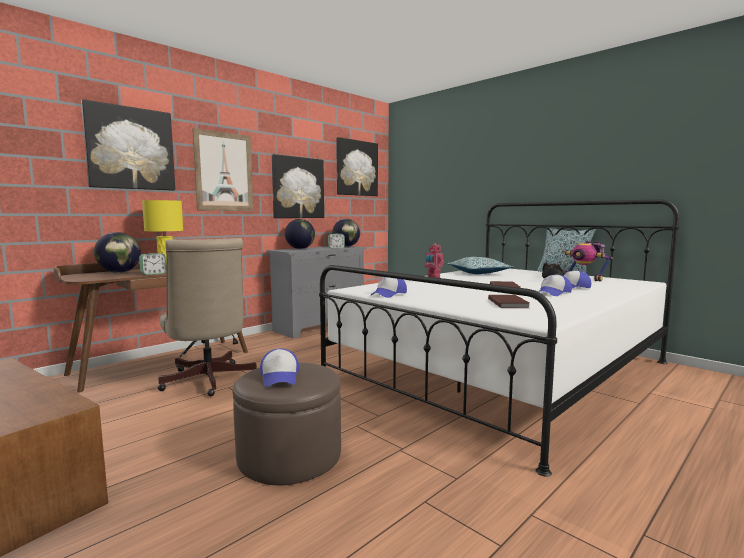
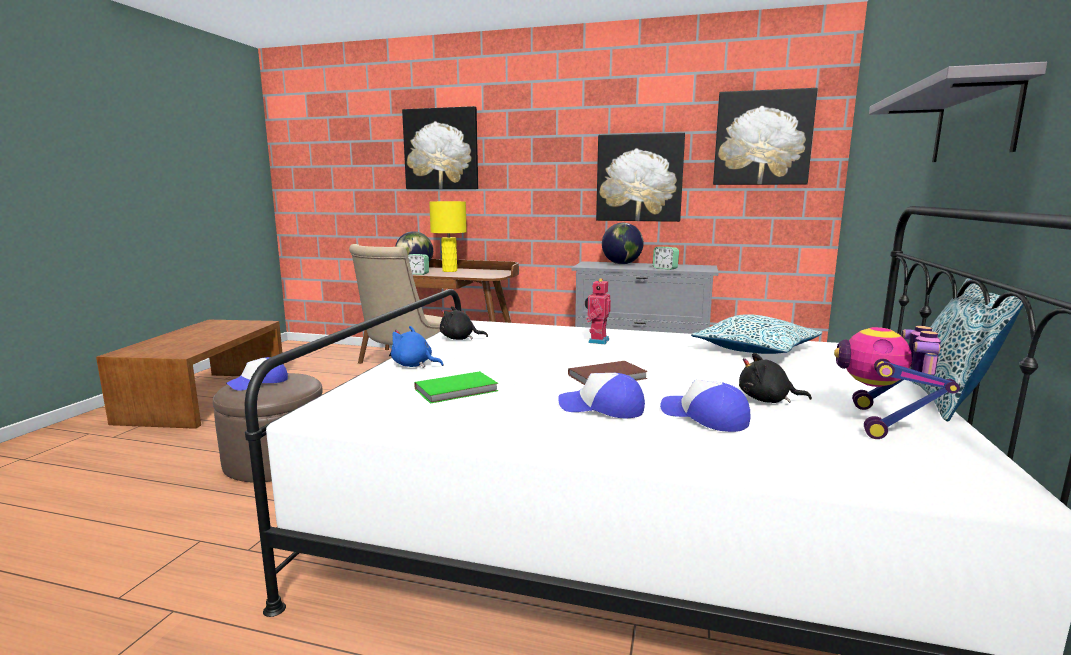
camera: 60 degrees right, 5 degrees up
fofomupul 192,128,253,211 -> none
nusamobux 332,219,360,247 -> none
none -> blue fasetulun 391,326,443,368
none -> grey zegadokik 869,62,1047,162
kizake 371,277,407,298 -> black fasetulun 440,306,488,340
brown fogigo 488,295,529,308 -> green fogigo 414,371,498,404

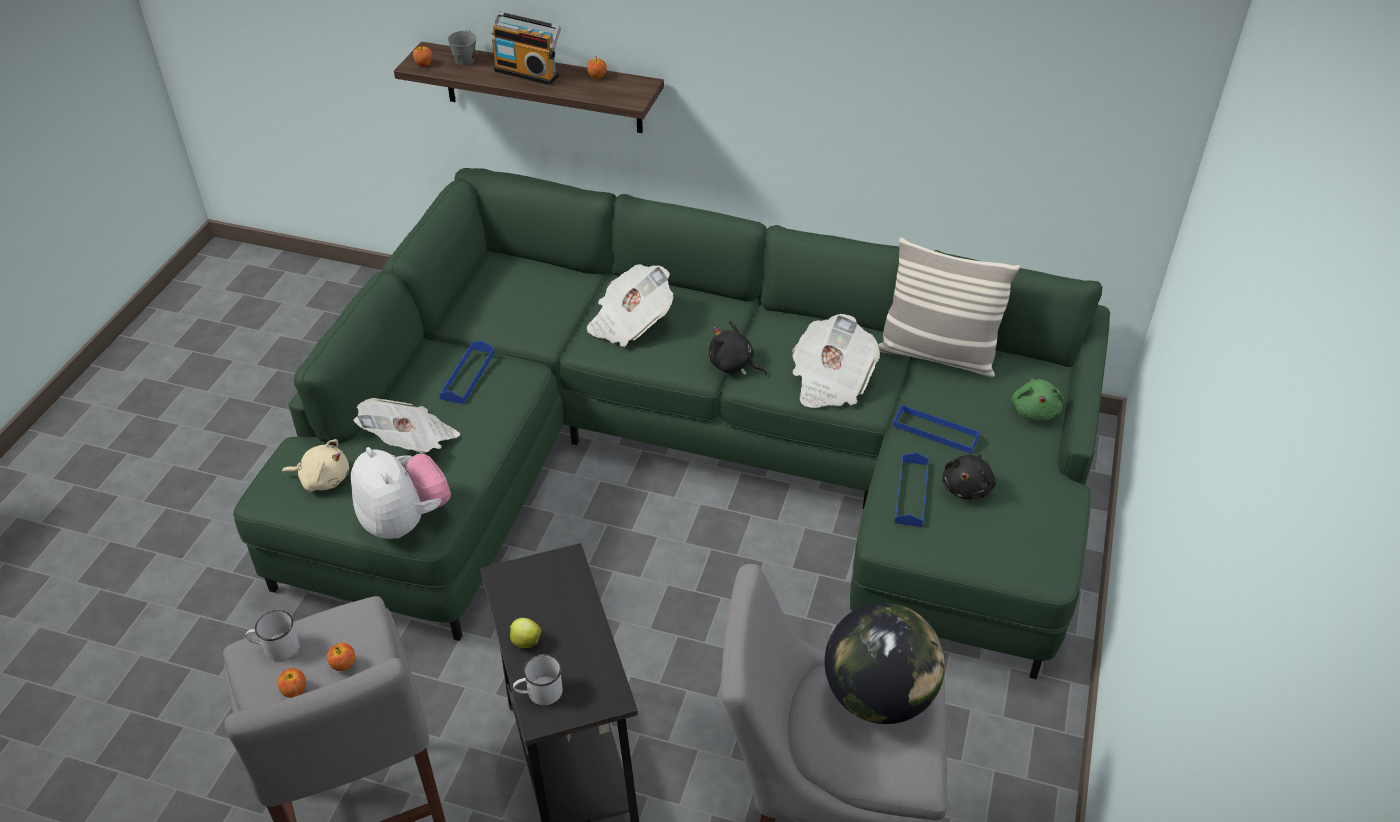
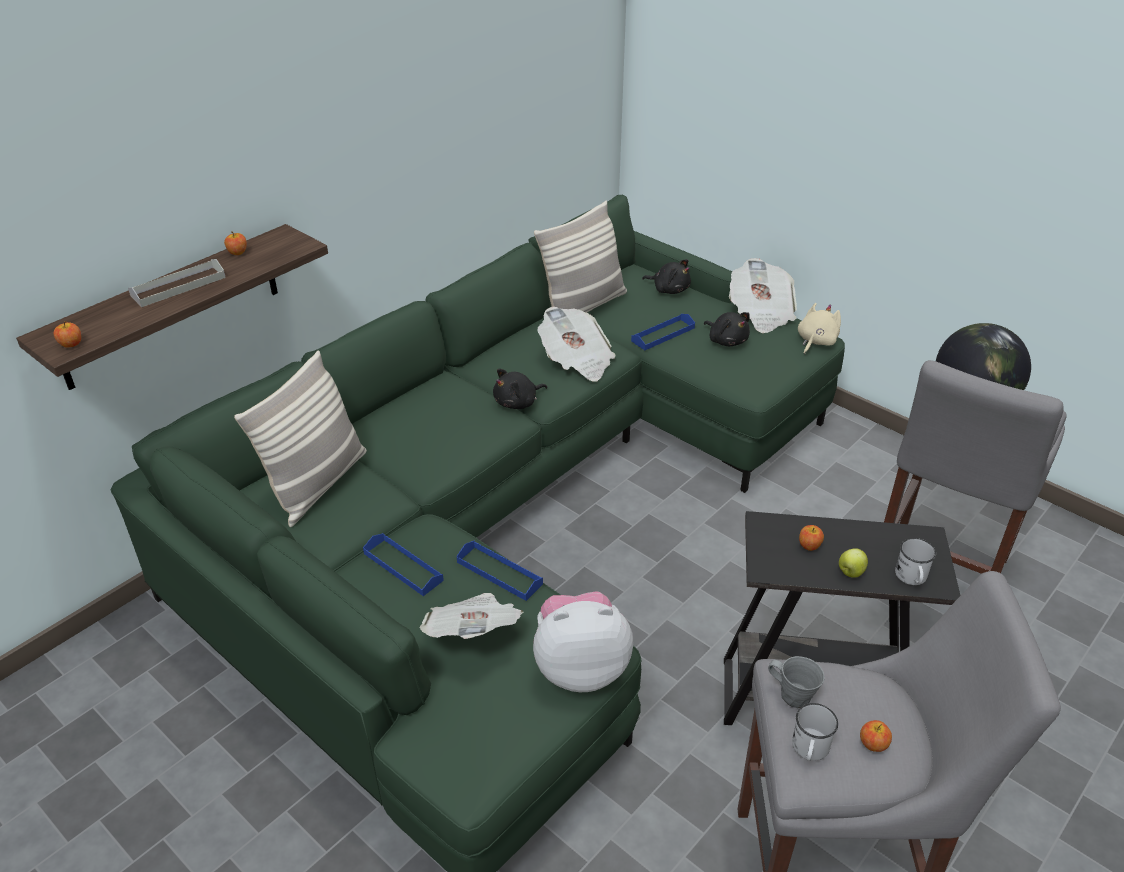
camera: 65 degrees left, 5 degrees down
none -> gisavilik 234,350,367,527
beige fasetulun 282,439,349,492 -> beige fasetulun 798,303,841,354, move
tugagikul 327,643,355,671 -> tugagikul 799,525,824,551, move
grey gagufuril 448,30,476,66 -> grey gagufuril 768,656,825,708, move
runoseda 587,264,673,347 -> runoseda 729,258,797,333, move
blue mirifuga 895,452,929,527 -> blue mirifuga 457,541,543,601, move
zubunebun 491,12,561,85 -> grey mirifuga 128,259,226,307
green fasetulun 1012,378,1063,421 -> black fasetulun 642,259,691,294

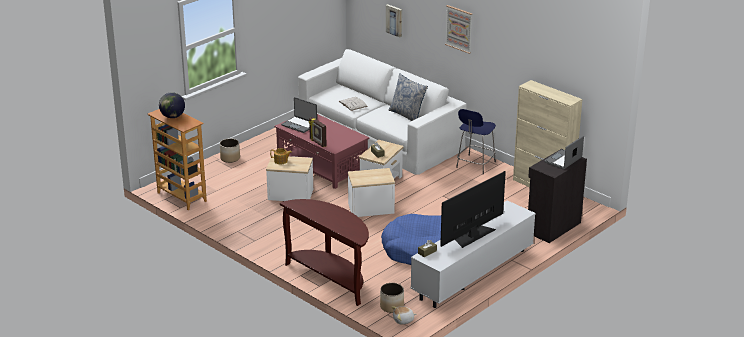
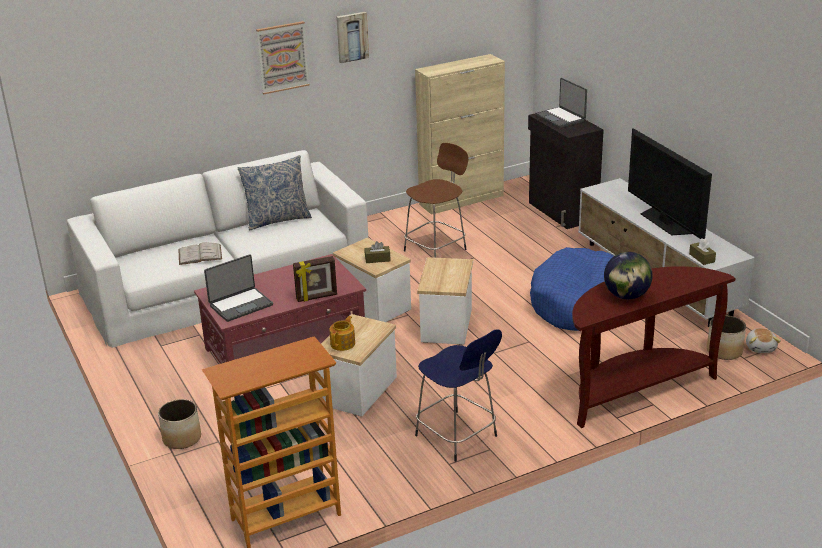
camera: 70 degrees left, 0 degrees up
none -> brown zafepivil 404,143,469,258
nusamobux 159,92,185,118 -> nusamobux 604,252,653,299, move
fofomupul 386,4,402,37 -> fofomupul 336,12,369,63, move
blue zafepivil 456,109,496,175 -> blue zafepivil 415,330,502,462, move

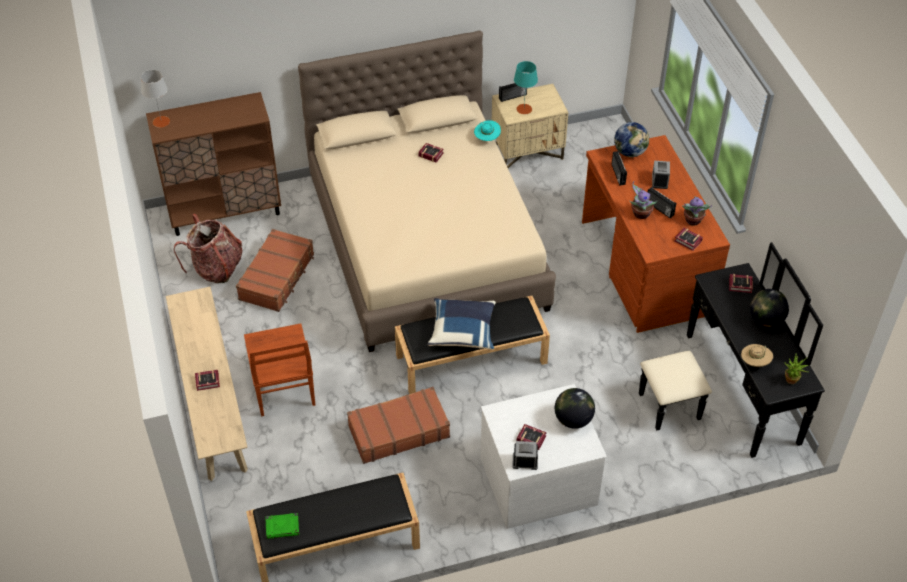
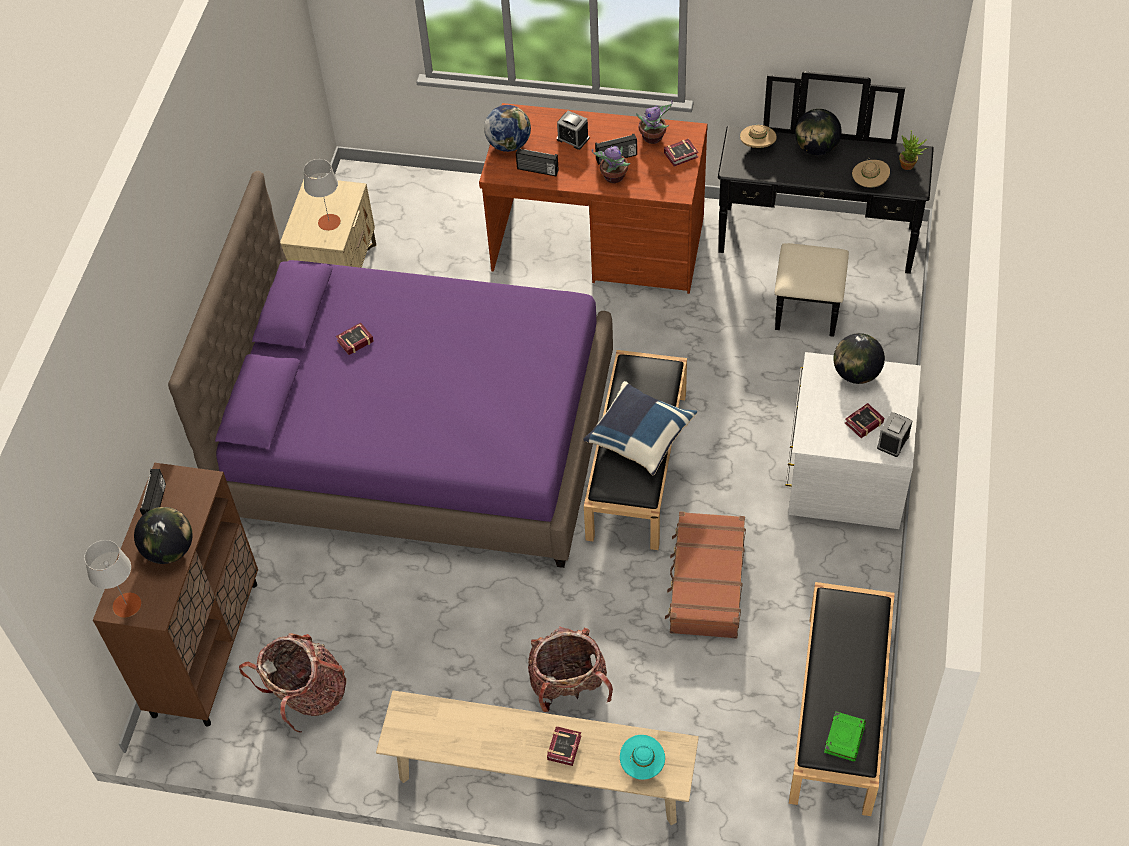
camera: 60 degrees left, 5 degrees up
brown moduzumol 236,229,314,312 -> none
none -> nusamobux 134,507,193,564
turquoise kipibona 474,120,501,141 -> turquoise kipibona 620,735,665,780, move
zubunebun 499,83,527,102 -> zubunebun 140,469,166,516, move
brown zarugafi 244,323,315,416 -> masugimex 528,627,613,712
fogigo 729,274,753,293 -> beige kipibona 740,125,777,149
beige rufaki 298,31,556,352 -> purple rufaki 168,171,613,568
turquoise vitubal 514,61,538,115 -> grey vitubal 304,159,341,231

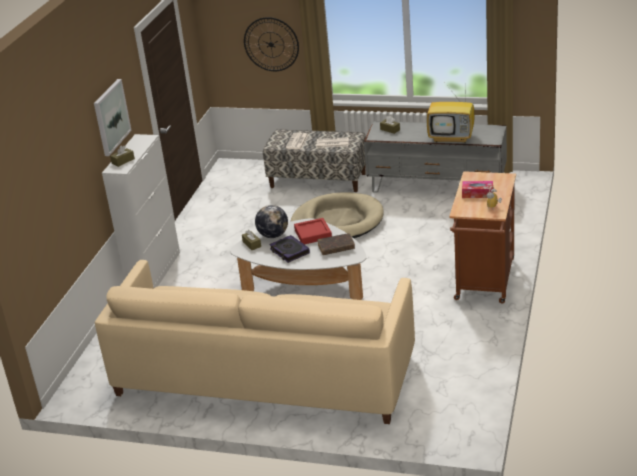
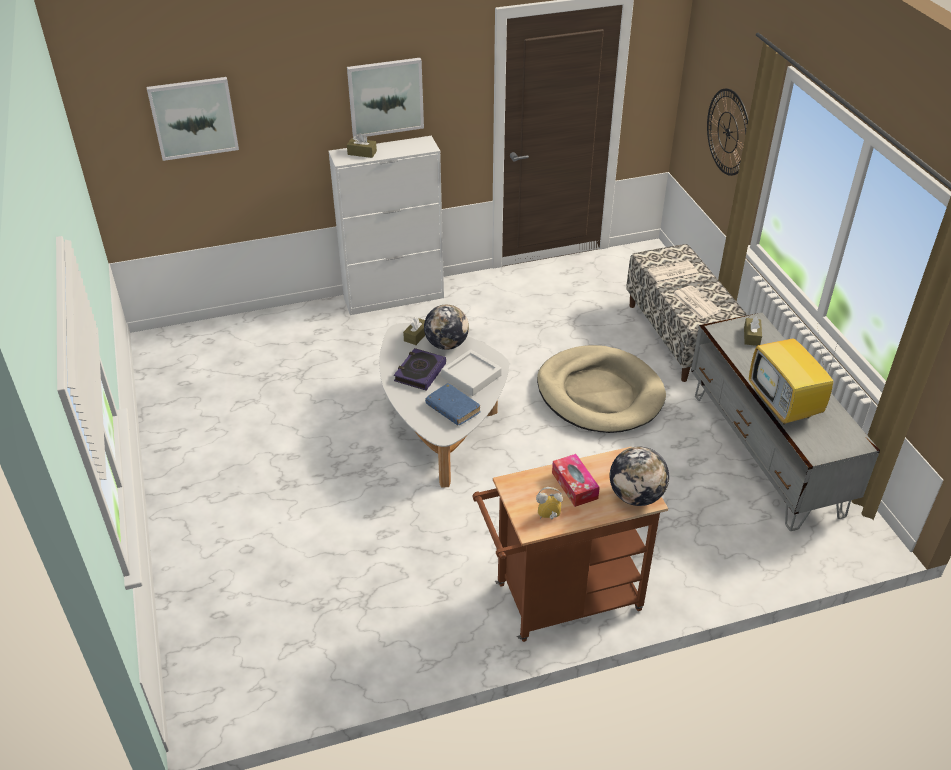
camera: 55 degrees right, 10 degrees up
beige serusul 95,260,415,424 -> none
none -> fofomupul 147,77,239,161
none -> nusamobux 610,447,669,506
red mirifuga 294,218,332,245 -> grey mirifuga 441,349,502,396
brown fogigo 317,233,355,255 -> blue fogigo 425,383,481,426

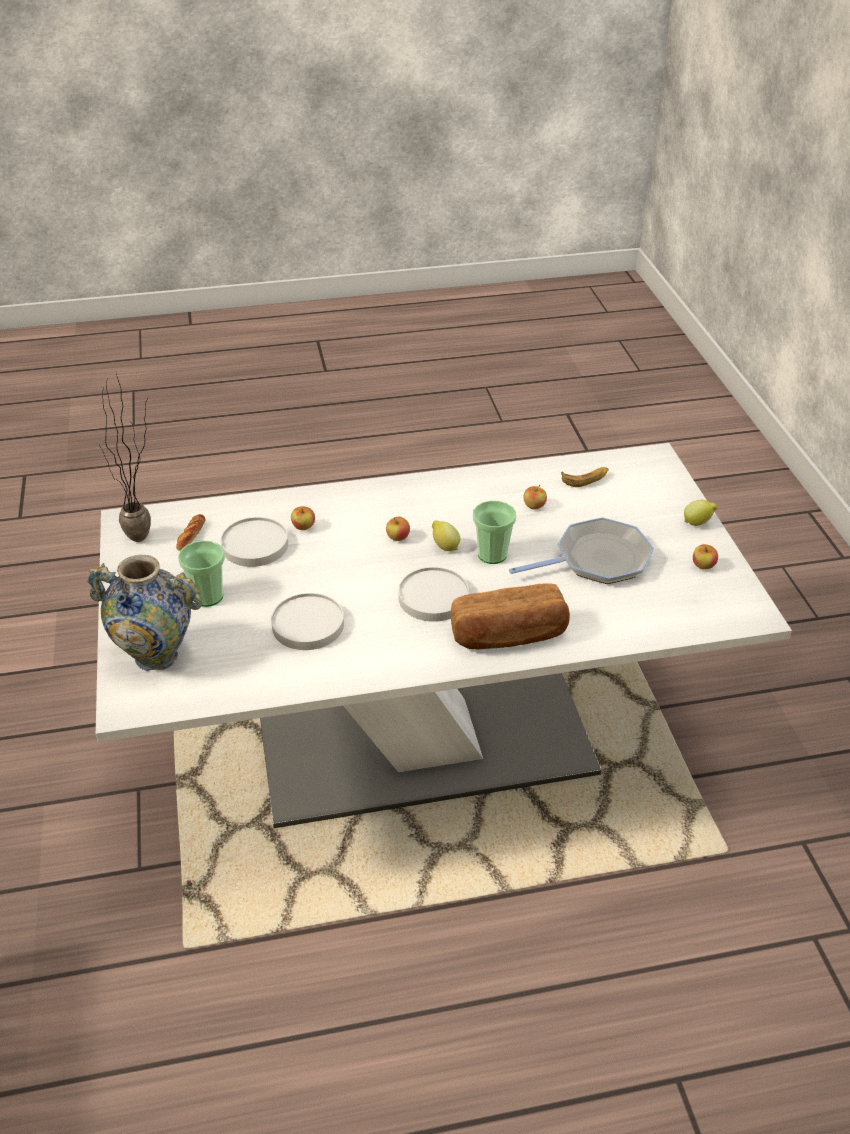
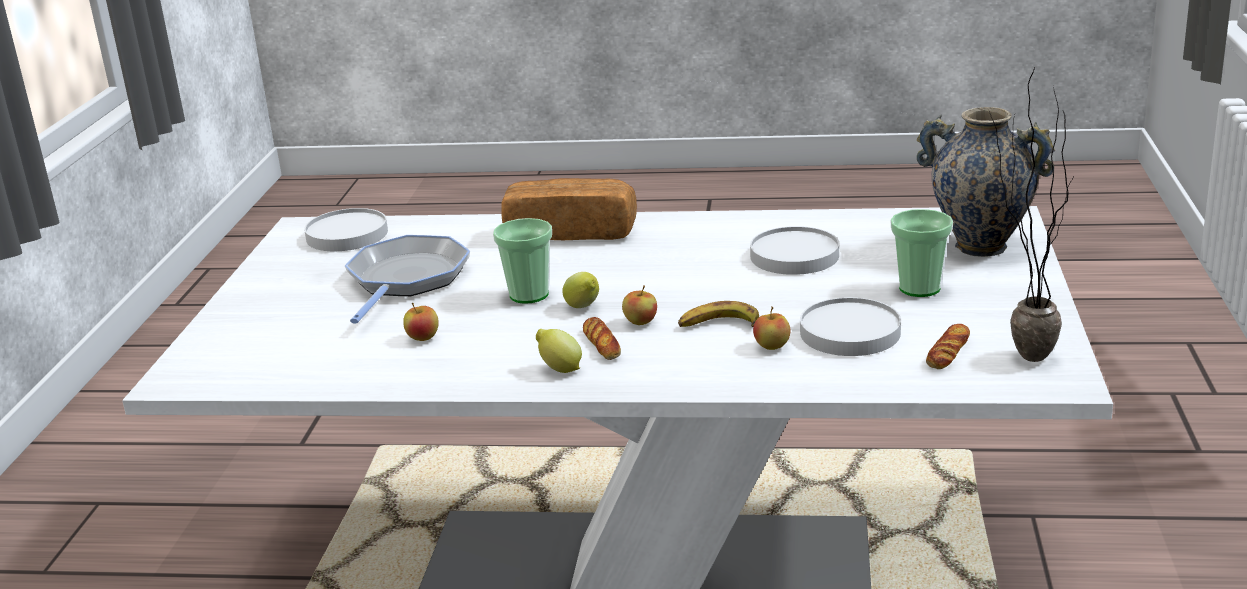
camera: 160 degrees left, 15 degrees down
tugagikul 693,544,718,570 -> none
none -> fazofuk 583,317,621,360
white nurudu 398,567,469,622 -> white nurudu 304,208,388,251, move
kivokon 561,467,609,487 -> kivokon 678,301,759,327, move
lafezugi 684,500,717,526 -> lafezugi 536,329,582,373, move
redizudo 509,517,654,584 -> redizudo 345,235,470,324, 105 degrees clockwise

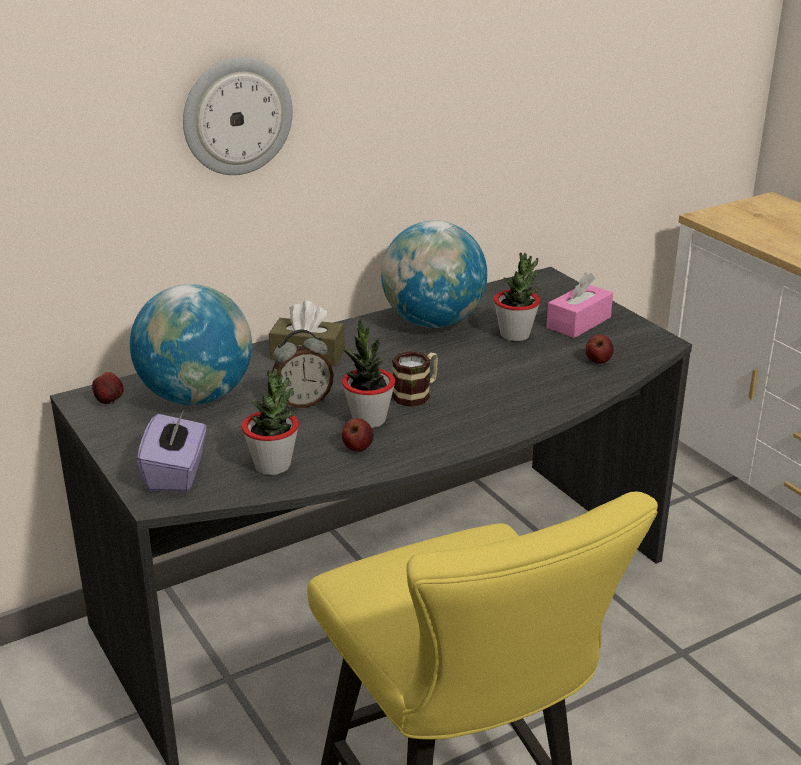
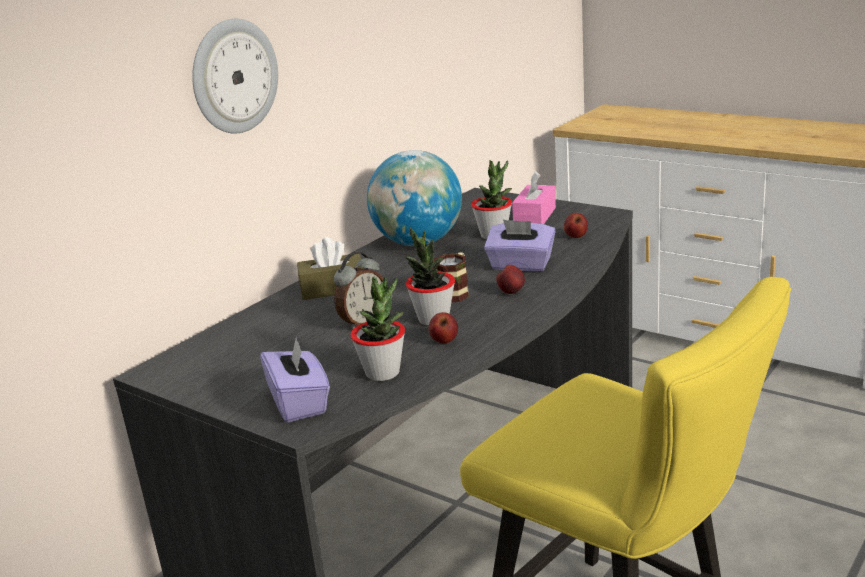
camera: 20 degrees left, 5 degrees down
nusamobux 130,284,252,405 -> none
none -> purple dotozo 484,220,556,271
tugagikul 92,372,124,404 -> tugagikul 496,265,525,294, move

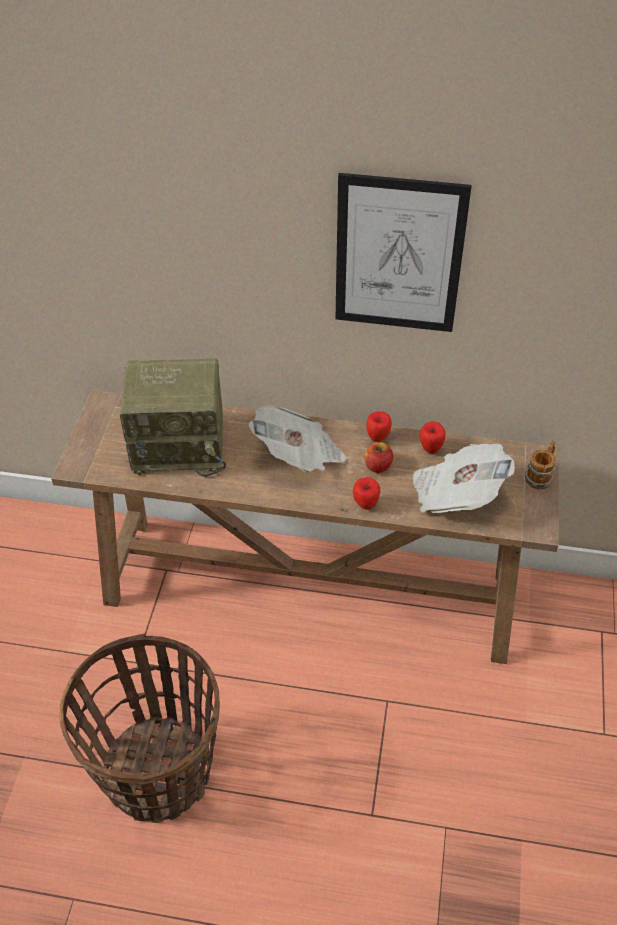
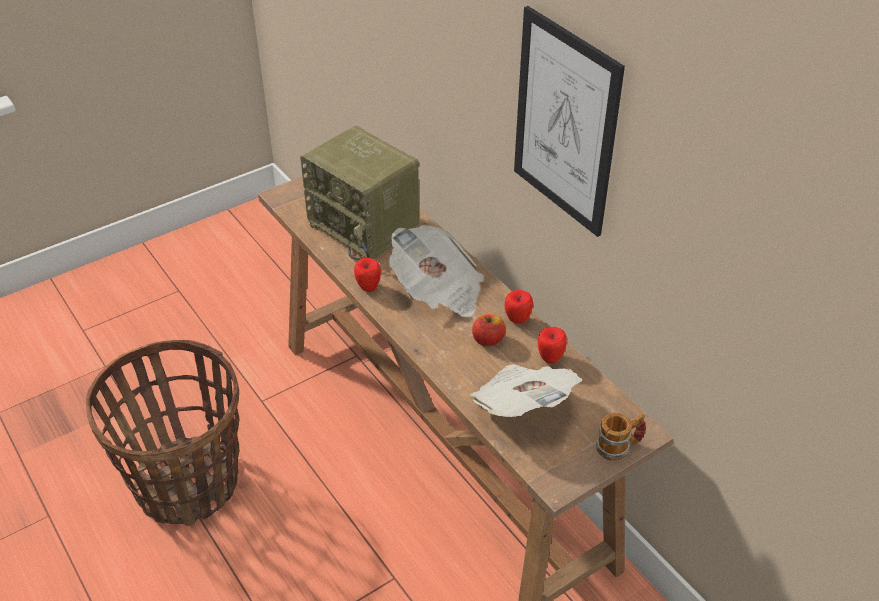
camera: 45 degrees right, 5 degrees down
tugagikul 353,478,380,510 -> tugagikul 354,258,381,292, move

